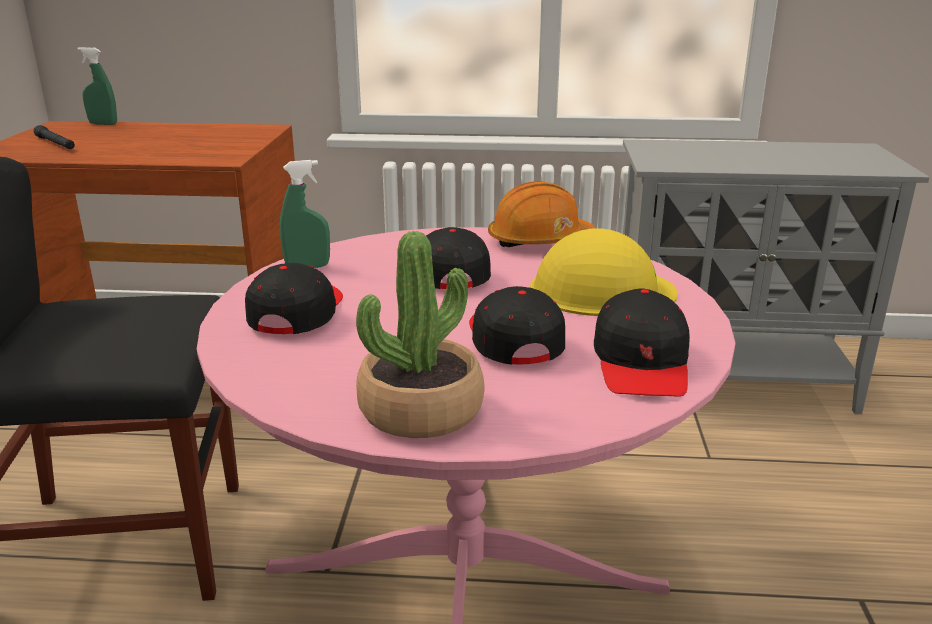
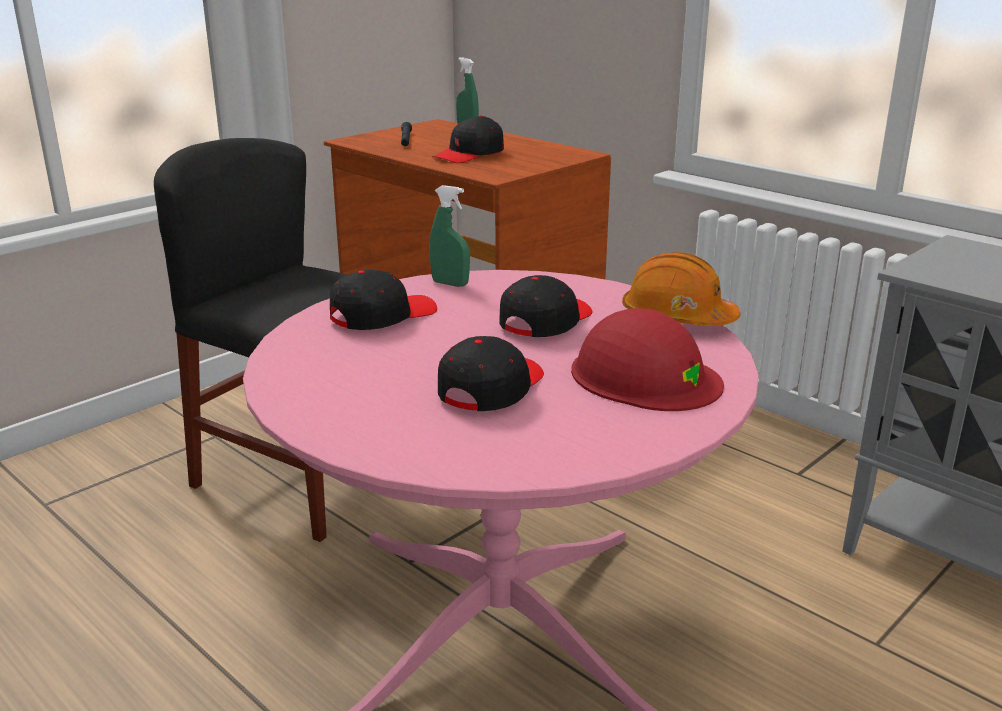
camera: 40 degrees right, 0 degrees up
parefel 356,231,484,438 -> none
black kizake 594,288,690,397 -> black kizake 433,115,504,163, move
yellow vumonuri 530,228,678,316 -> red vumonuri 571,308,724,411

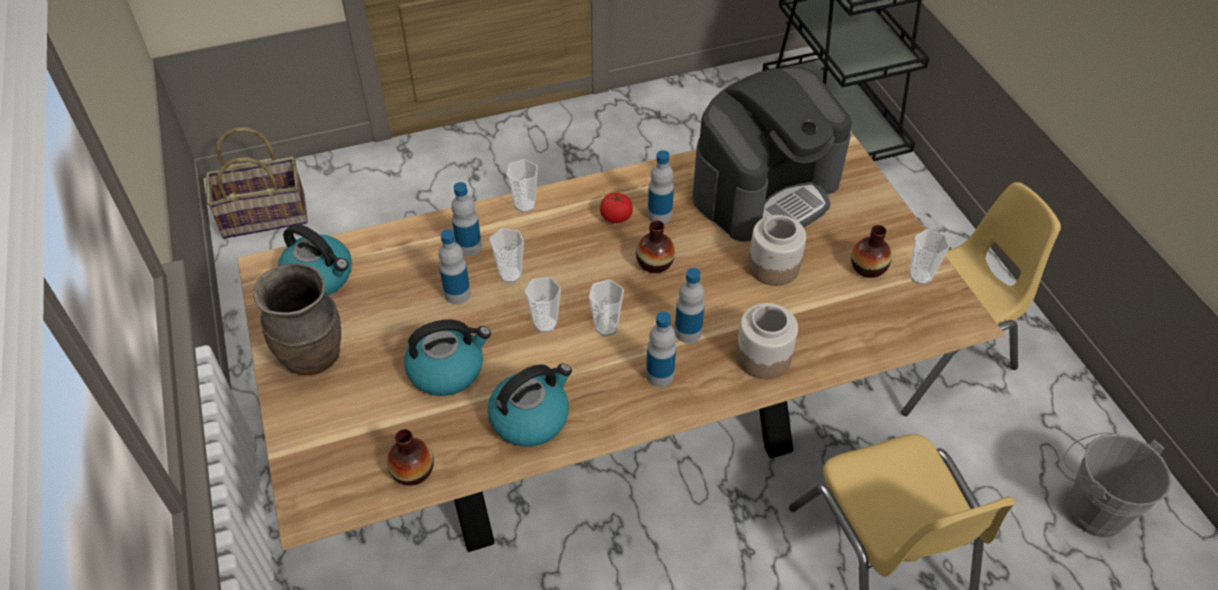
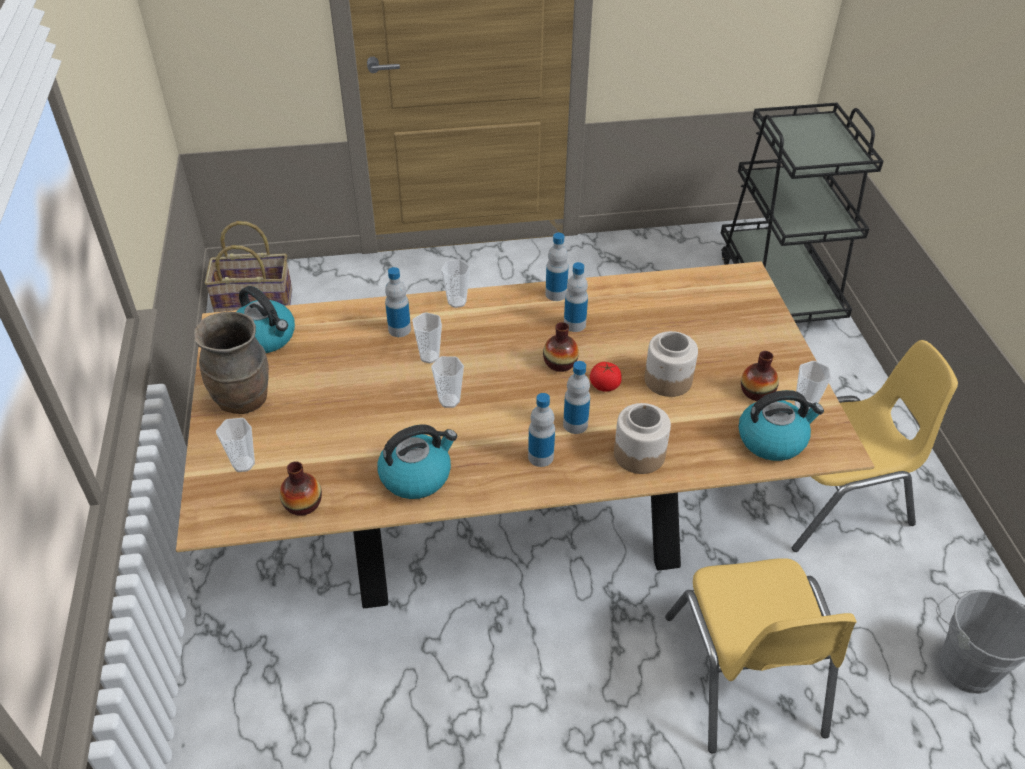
camera: 10 degrees right, 5 degrees down
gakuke 693,67,852,242 -> none
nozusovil 404,319,491,396 -> nozusovil 738,390,824,461, move
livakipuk 438,229,471,304 -> livakipuk 545,233,569,301, move
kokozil 589,280,624,337 -> kokozil 216,418,255,472, move
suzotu 600,193,633,223 -> suzotu 590,362,622,392, move

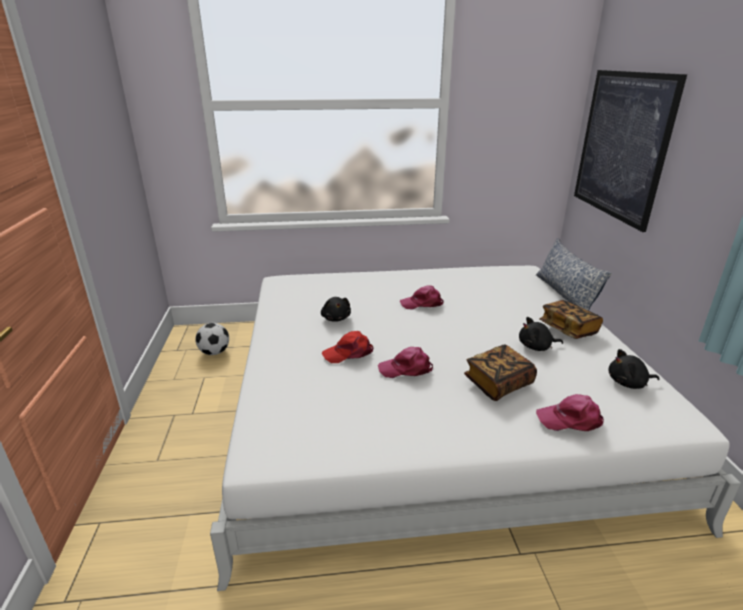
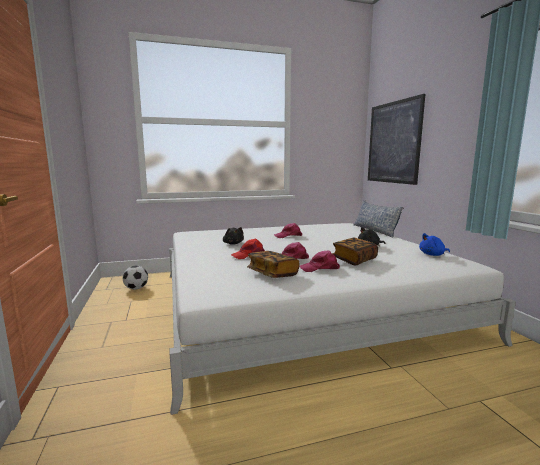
camera: 10 degrees left, 15 degrees down
pink kizake 536,394,604,431 -> pink kizake 299,250,340,272, move
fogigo 539,300,603,339 -> fogigo 247,251,299,278, move
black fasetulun 609,349,659,389 -> blue fasetulun 419,233,450,256

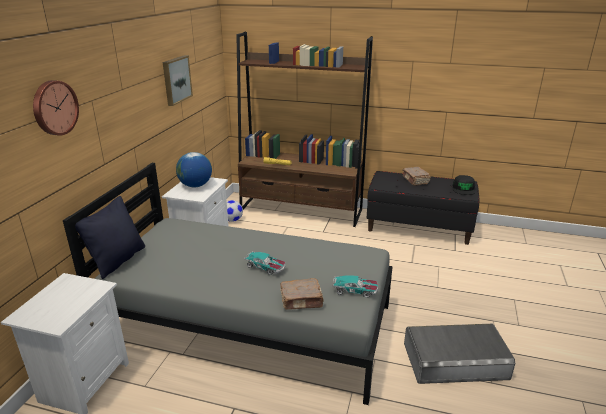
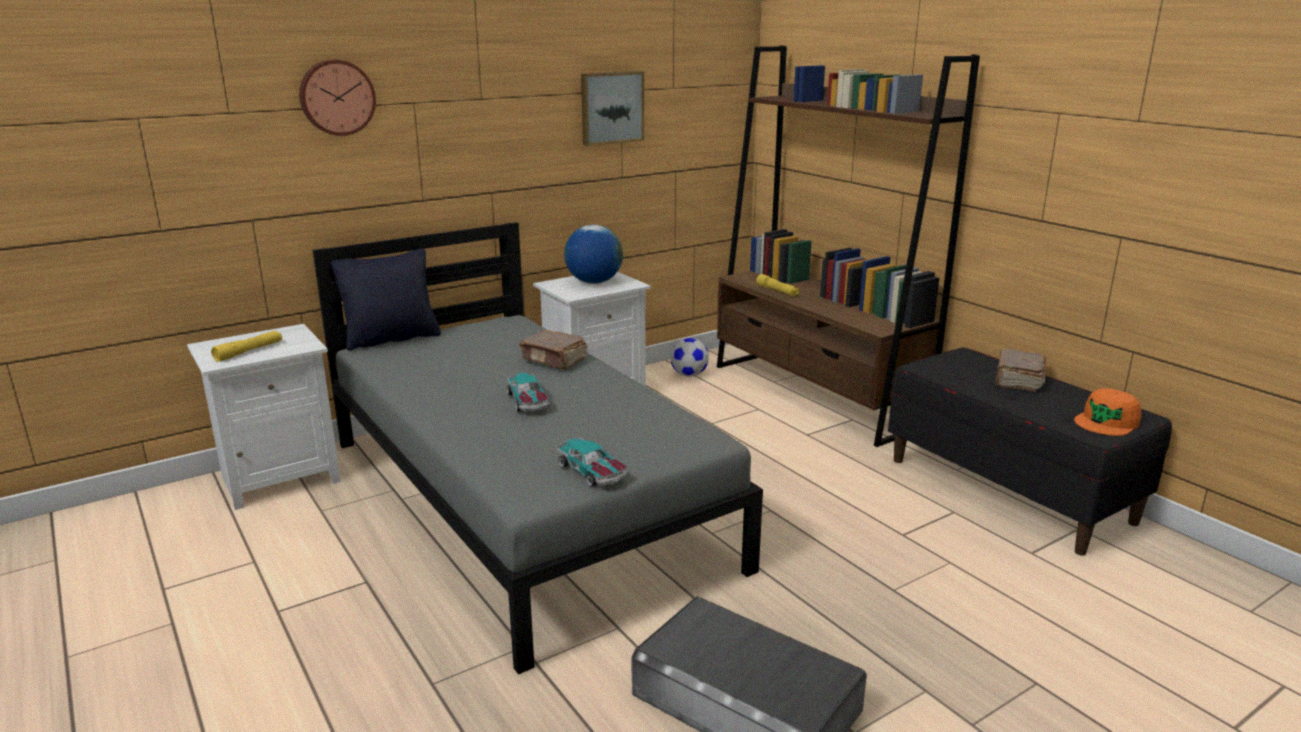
camera: 40 degrees right, 5 degrees down
none -> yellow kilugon 211,331,282,362
brown fogigo 280,278,324,310 -> brown fogigo 519,330,588,370, move
black kizake 453,175,475,195 -> orange kizake 1074,388,1142,436

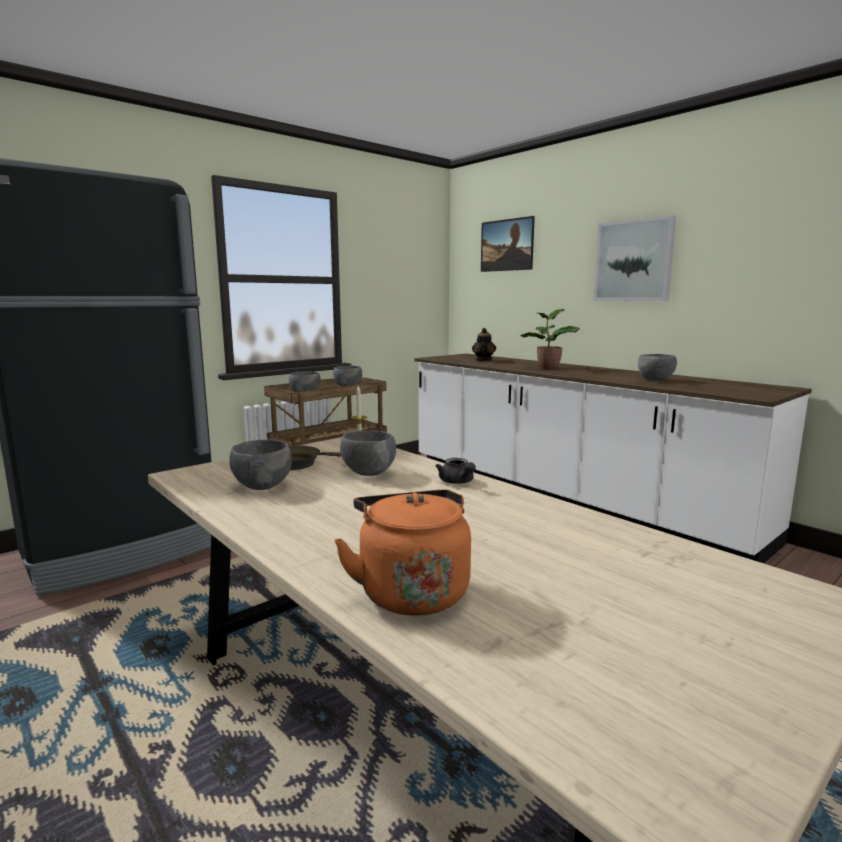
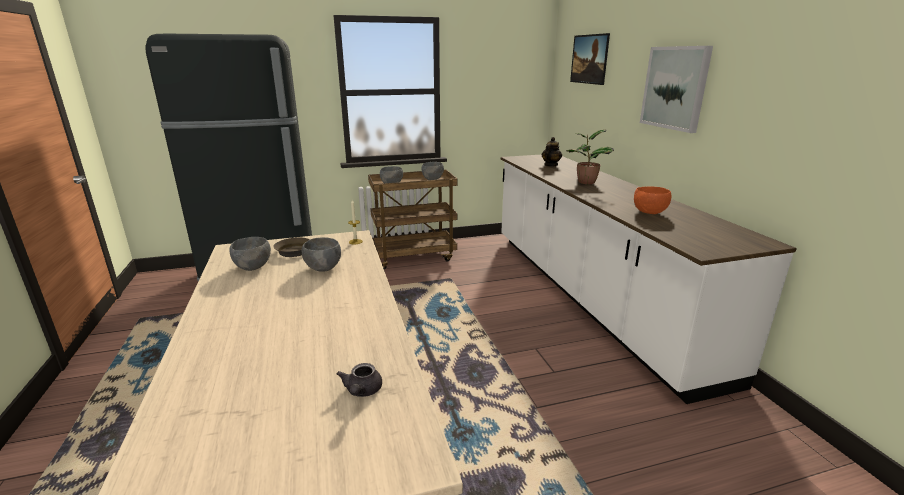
camera: 25 degrees right, 10 degrees up
orange nozusovil 334,490,471,616 -> none
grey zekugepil 436,458,476,484 -> grey zekugepil 337,363,382,397, move
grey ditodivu 638,354,677,380 -> orange ditodivu 634,187,671,214

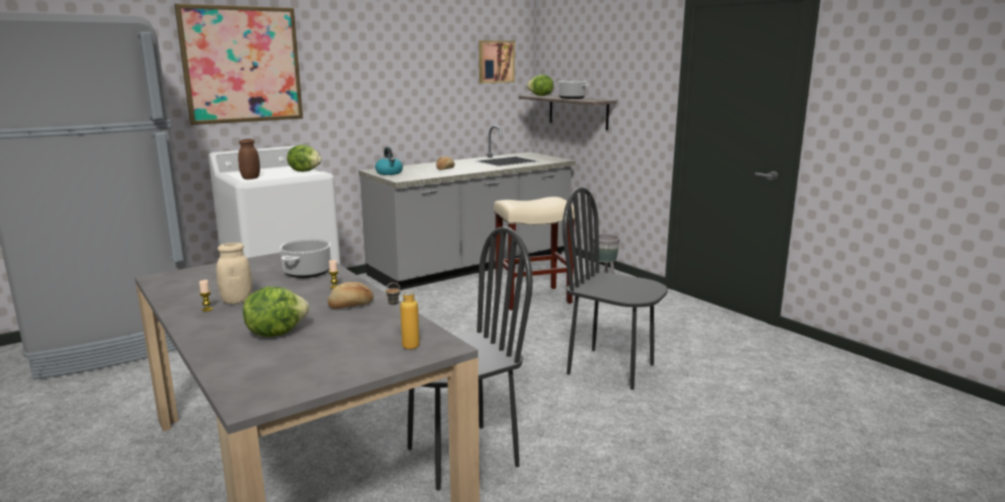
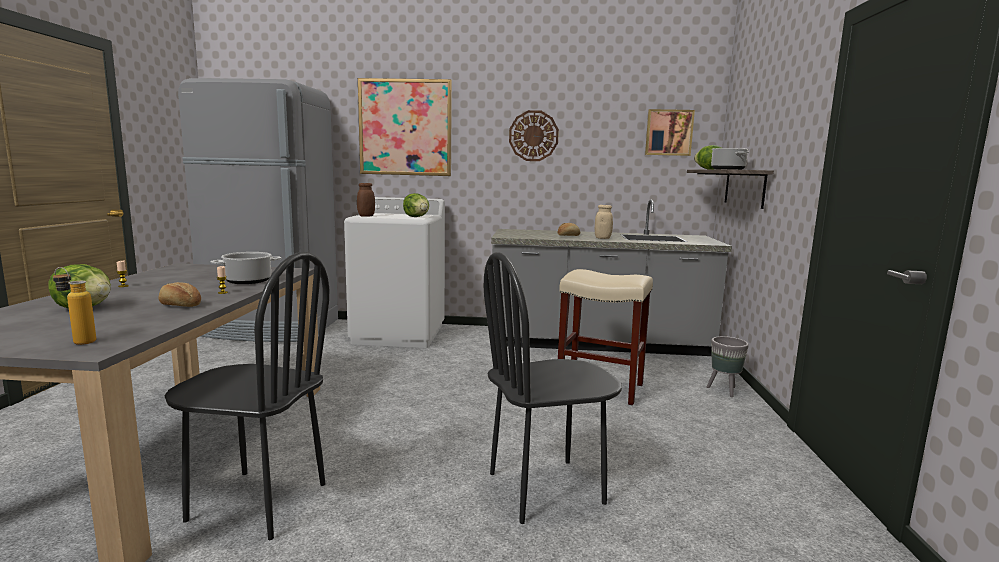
camera: 40 degrees right, 5 degrees down
nozusovil 375,147,403,175 -> none
none -> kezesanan 509,110,559,161
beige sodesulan 216,243,252,304 -> beige sodesulan 595,205,613,239, move
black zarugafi 562,187,668,390 -> black zarugafi 484,252,622,524, 90 degrees counterclockwise

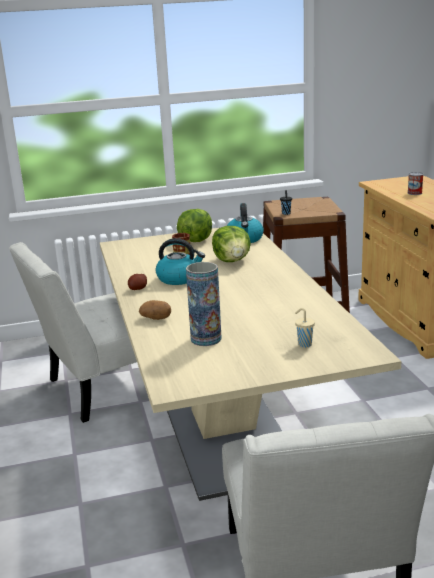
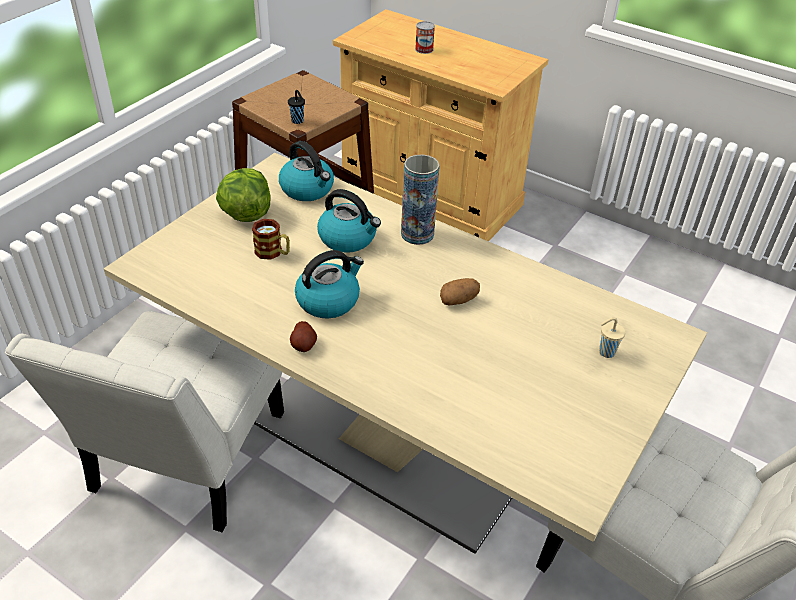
camera: 45 degrees left, 20 degrees up
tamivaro 139,300,171,320 -> tamivaro 440,278,480,306, move
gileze 186,262,222,346 -> gileze 401,154,440,245, move
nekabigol 212,226,251,262 -> nozusovil 317,189,381,253

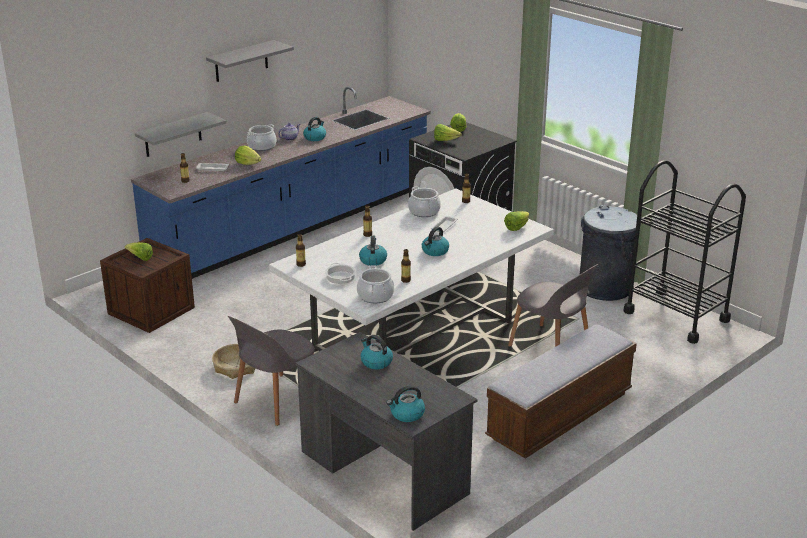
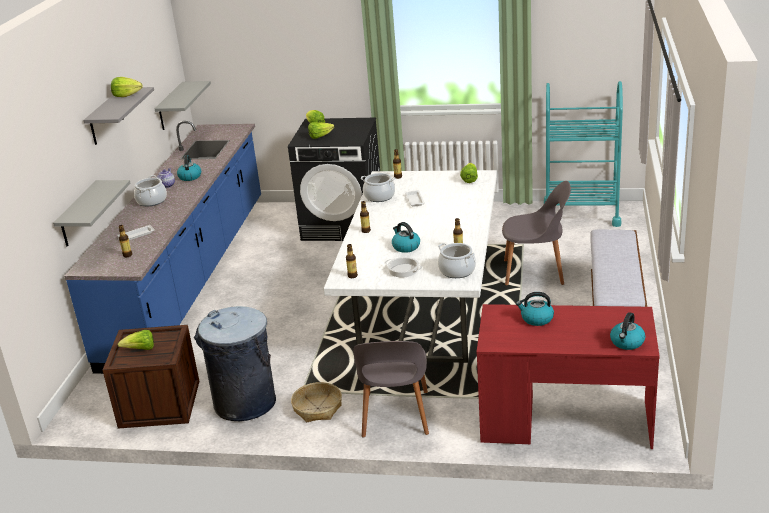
camera: 35 degrees left, 0 degrees up
nozusovil 422,227,449,256 -> none
none -> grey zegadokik 155,81,211,130
nekabigol 235,146,261,165 -> nekabigol 111,77,142,97, move
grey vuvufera 580,205,641,301 -> grey vuvufera 194,306,276,421, move
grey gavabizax 295,332,477,531 -> red gavabizax 477,304,660,449
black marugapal 623,160,746,344 -> turquoise marugapal 544,81,623,227

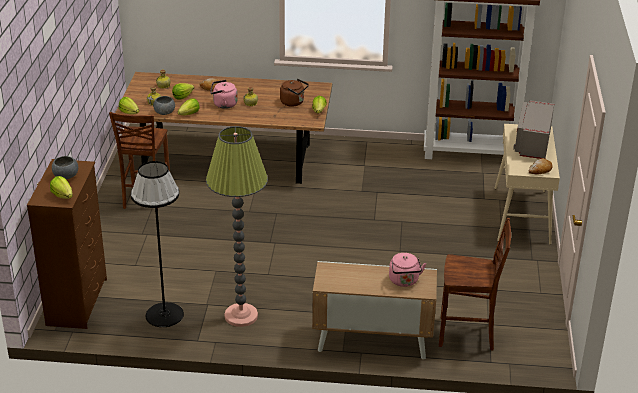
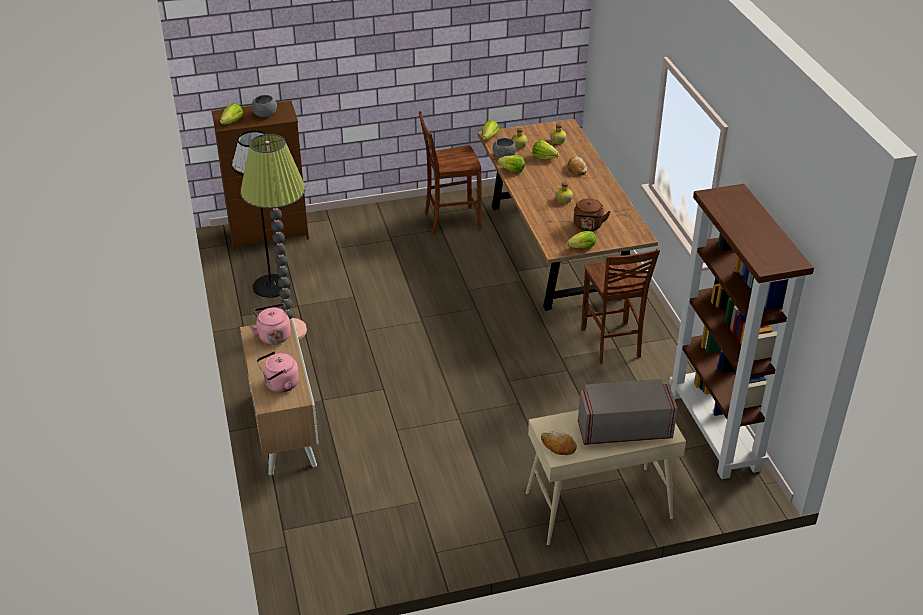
camera: 70 degrees right, 5 degrees up
pink nozusovil 210,80,238,109 -> pink nozusovil 249,304,291,345, move
brown zarugafi 439,218,511,351 -> brown zarugafi 581,248,660,364, move

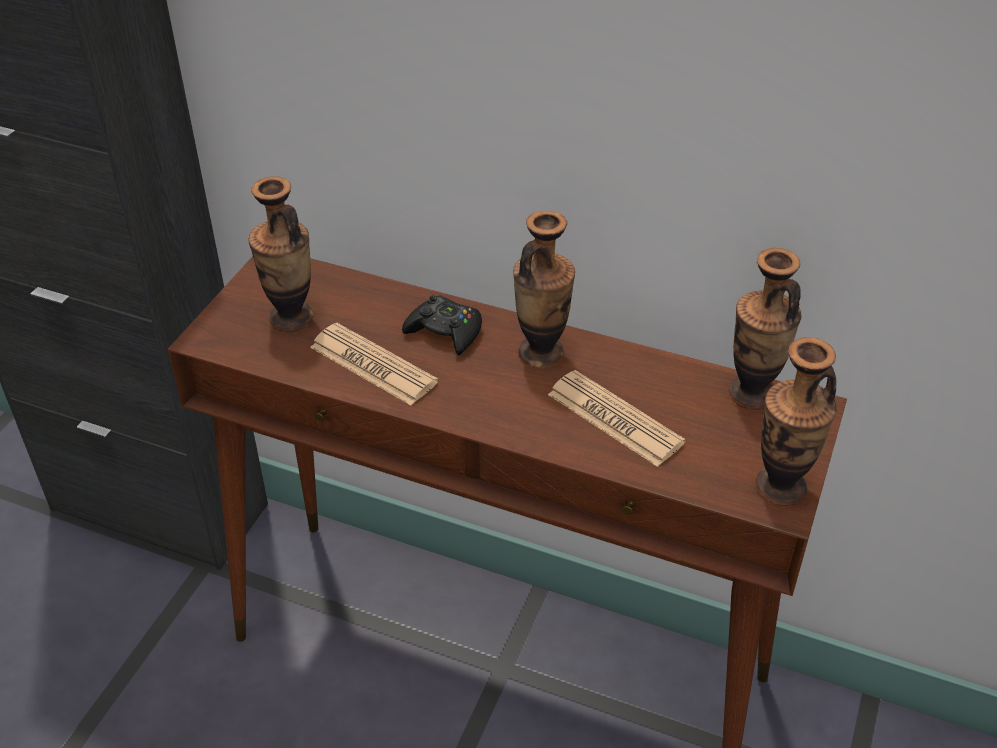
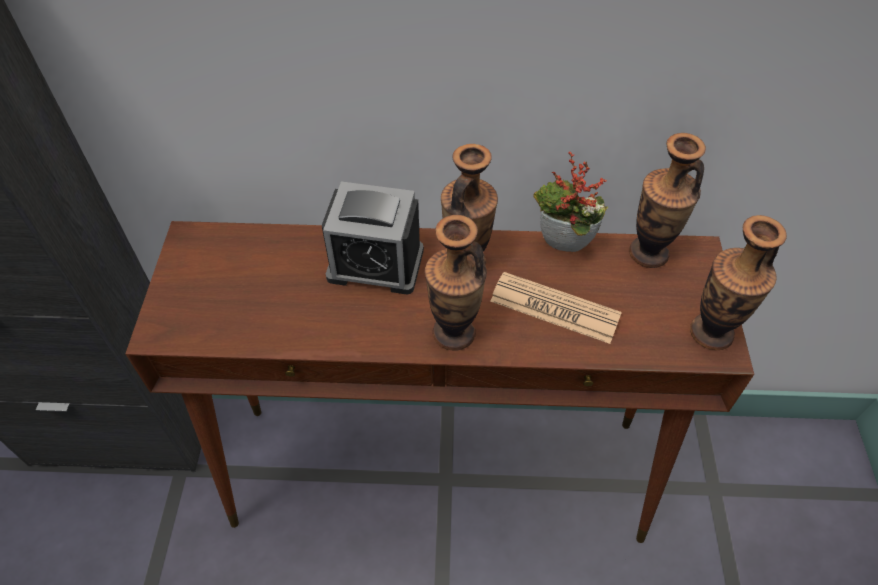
camera: 20 degrees left, 10 degrees up
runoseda 310,323,438,405 -> none
none -> parefel 533,152,608,252
gileze 248,176,314,332 -> gileze 425,215,487,351, move
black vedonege 402,295,482,355 -> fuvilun 322,181,424,295

